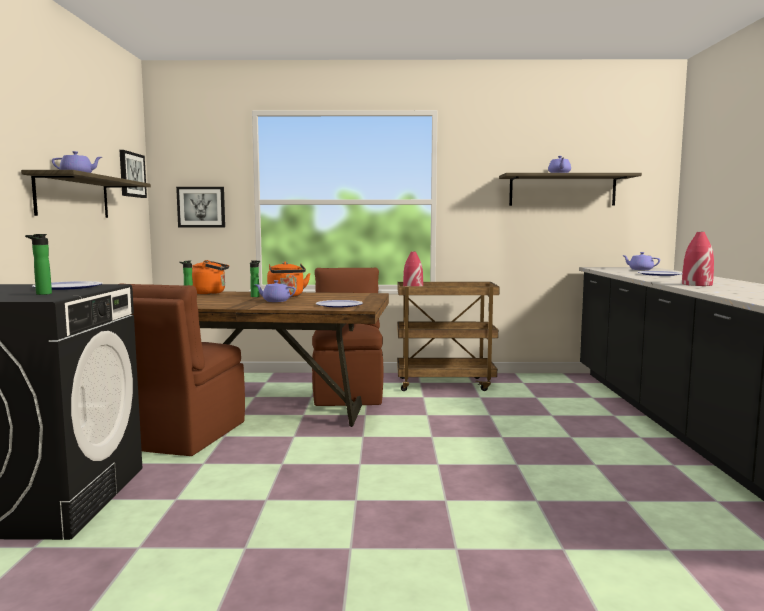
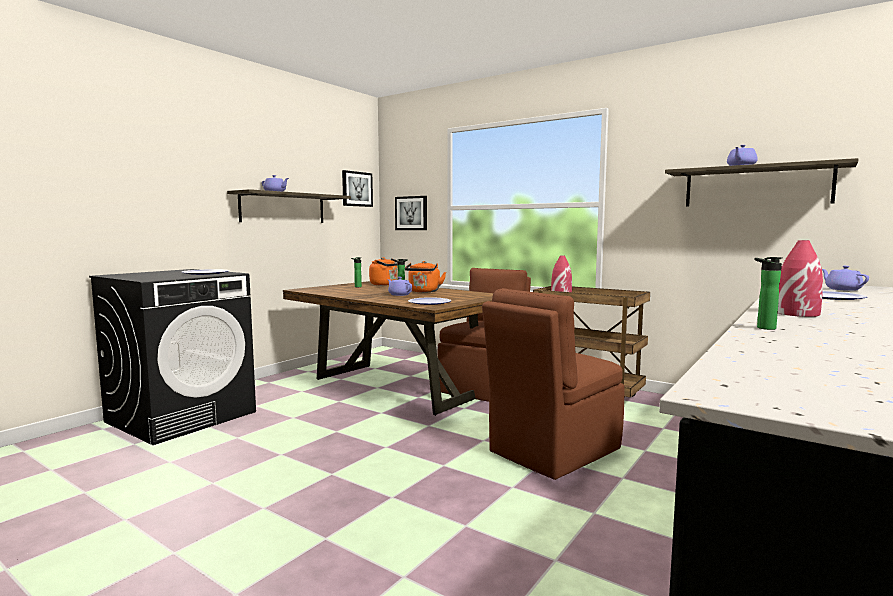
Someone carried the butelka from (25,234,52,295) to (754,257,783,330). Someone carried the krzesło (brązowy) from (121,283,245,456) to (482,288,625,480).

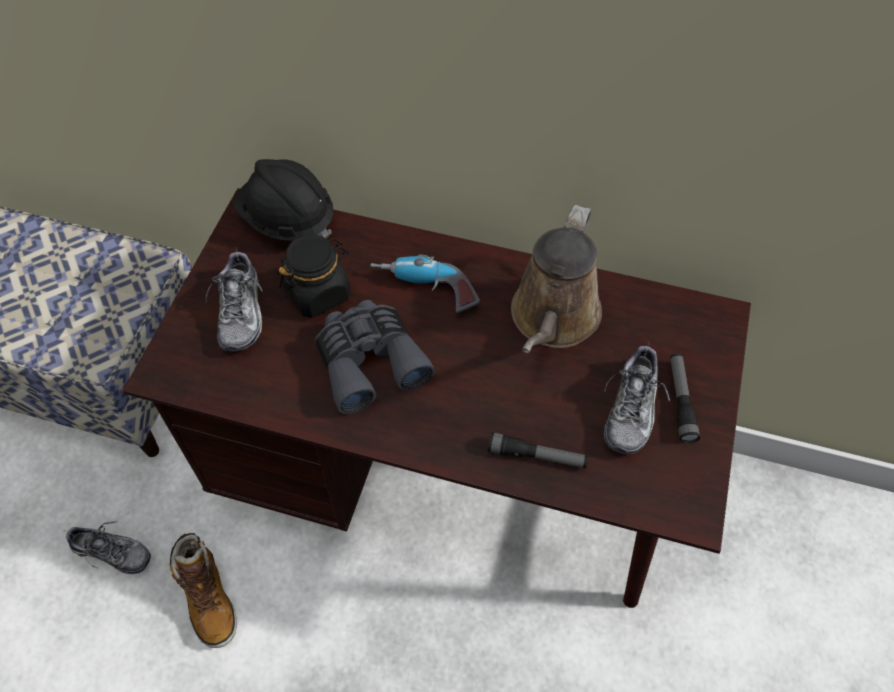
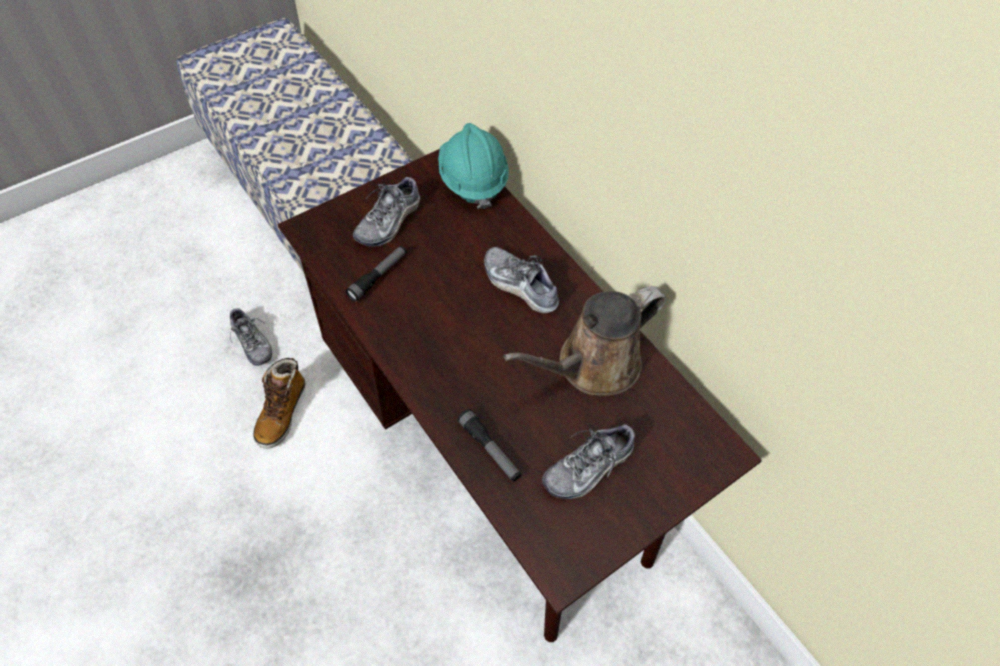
Someone repainted the kask (czarny) at (233,159,333,241), which became the kask (turkusowy) at (438,123,509,209). Someone took away the słoik (czarny) at (277,235,351,318). Someone swapped the wiertarka at (371,254,480,313) for the but at (484,247,559,313). Someone took away the lornetka (szary) at (315,300,435,414). Someone carried the latarka from (670,353,700,444) to (345,246,407,302).

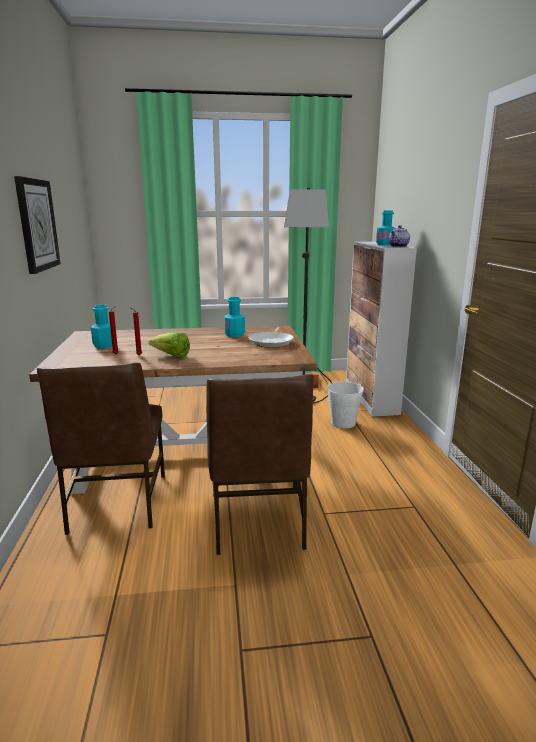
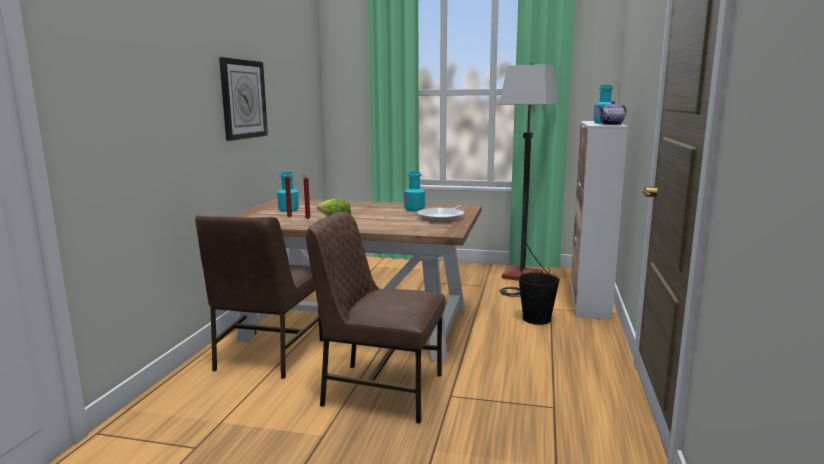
Someone rotated the krzesło (brązowy) at (206,374,314,555) by 90 degrees clockwise. Someone repainted the wiadro (biały) at (327,381,364,428), which became the wiadro (czarny) at (518,272,560,325).

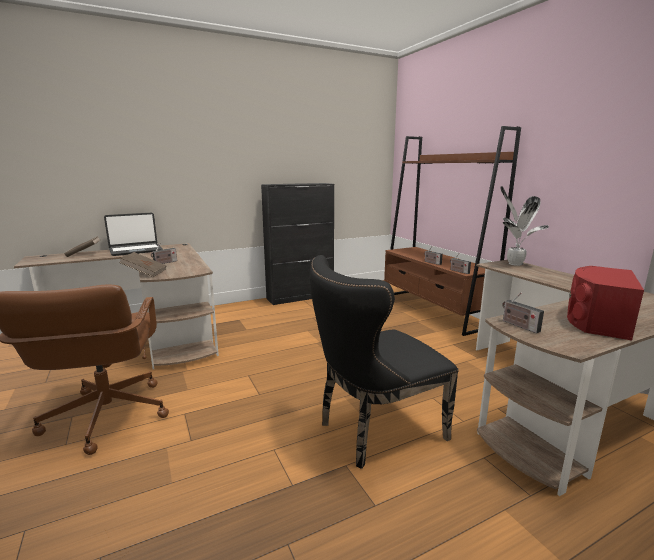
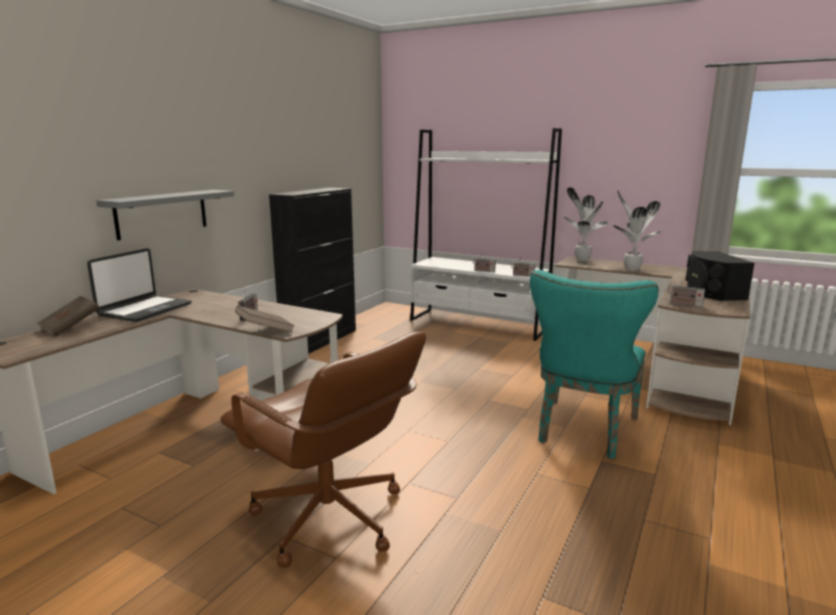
Someone repainted the regał (brązowy) at (384,126,521,336), which became the regał (biały) at (410,128,562,341). Someone repainted the krzesło (czarny) at (310,255,459,469), which became the krzesło (turkusowy) at (530,270,659,459). Someone repainted the głośnik (czerwony) at (567,266,644,341), which became the głośnik (czarny) at (686,251,755,301). Someone put up the półka (szary) at (96,190,234,240). Someone put down the roślina doniczkowa at (613,190,662,271).

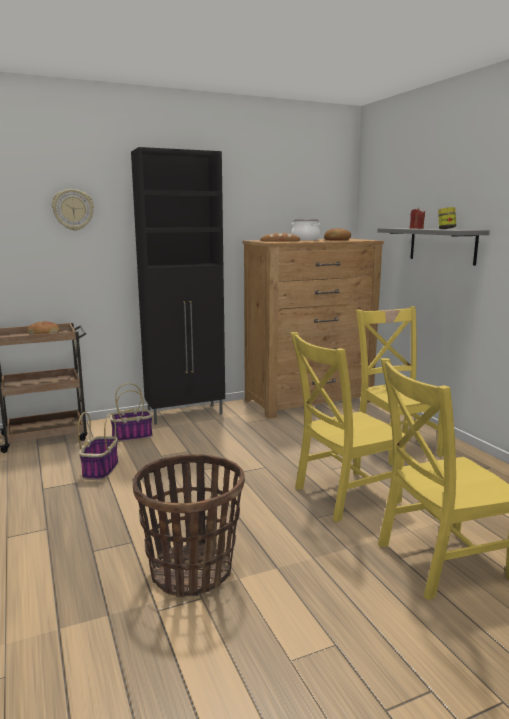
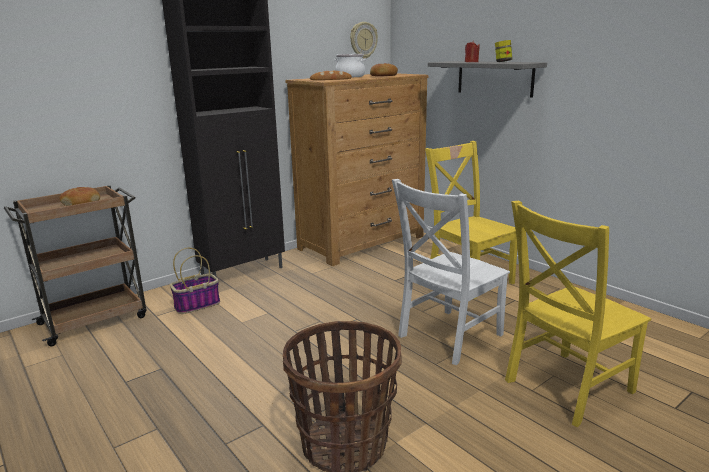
Someone carried the zegar ścienny from (52,189,94,231) to (350,22,378,59). Someone repainted the krzesło (żółty) at (291,332,406,522), which became the krzesło (biały) at (392,179,510,365). Someone took away the koszyk at (78,412,118,480).

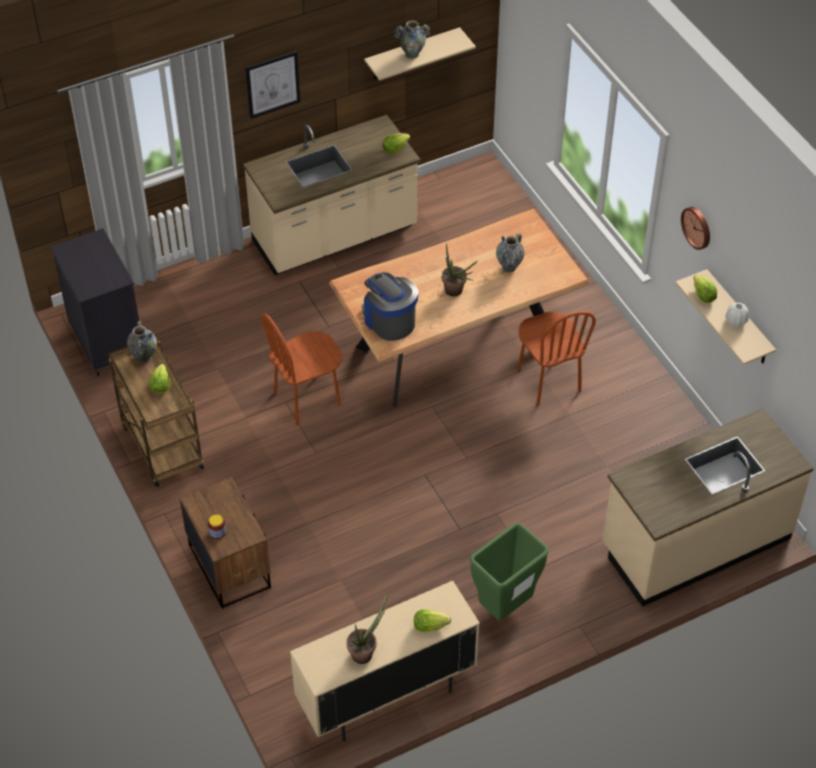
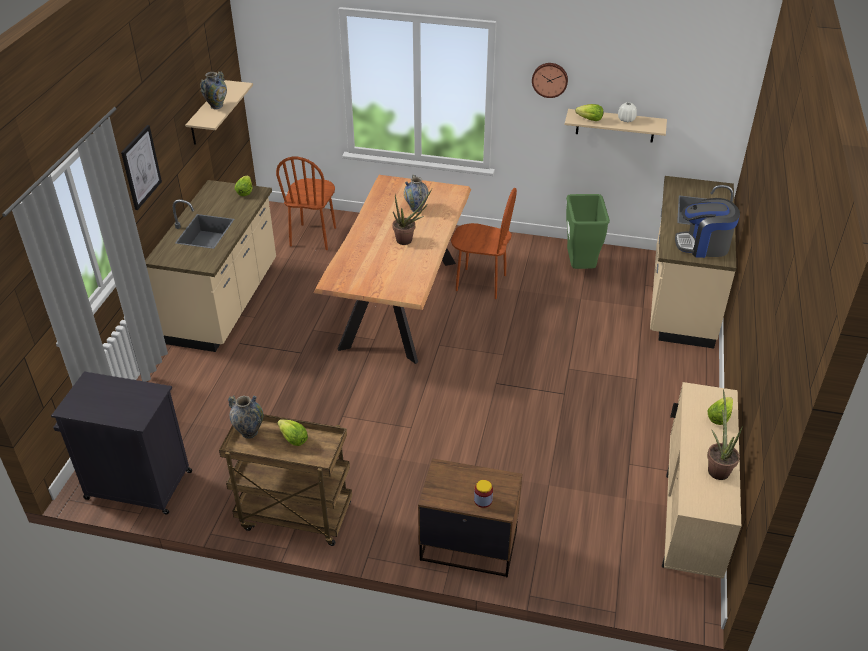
Someone carried the ekspres do kawy from (362,272,418,341) to (675,198,740,258). Someone carried the krzesło (brązowy) from (261,314,343,426) to (276,157,336,250). Someone carried the kosz na śmieci (zielony) from (470,523,549,621) to (566,194,610,269).

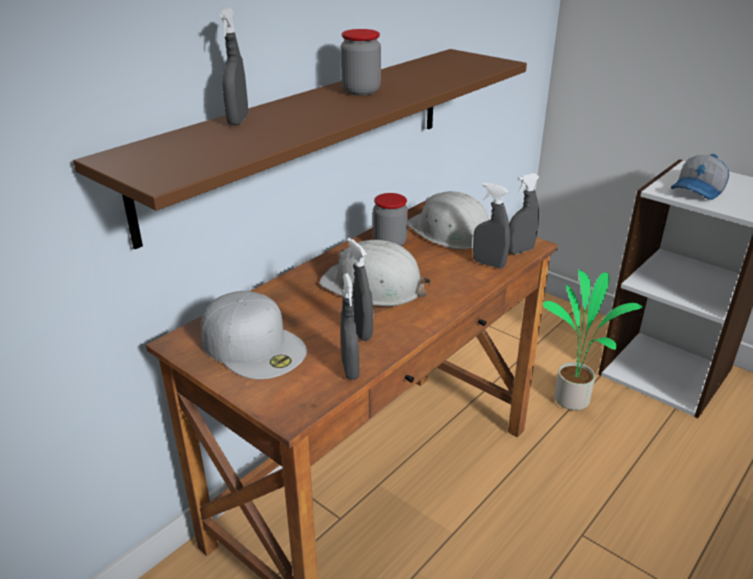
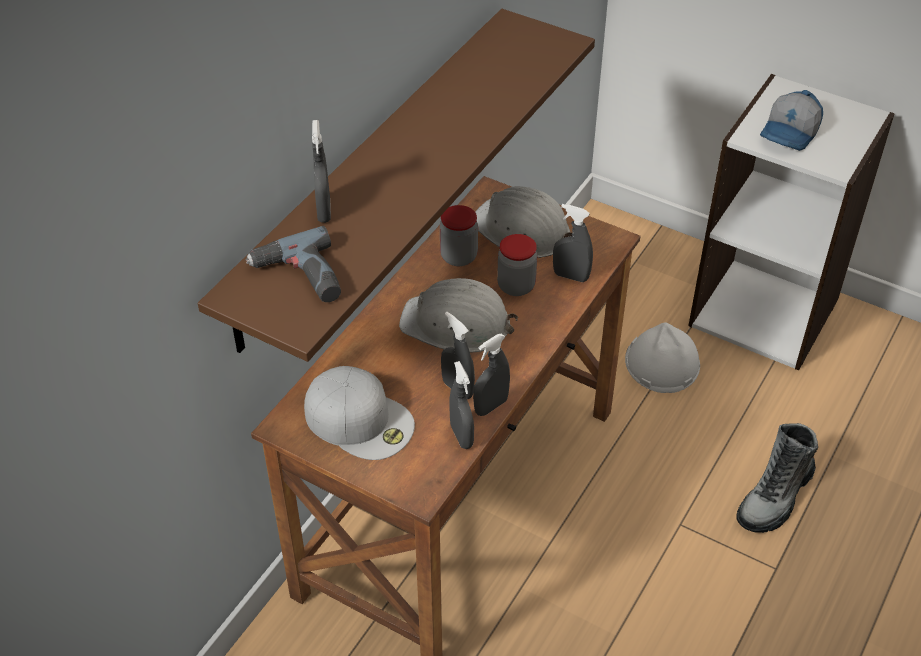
Someone carried the słoik from (341,29,381,96) to (497,234,537,296). Someone carried the spryskiwacz (szary) from (509,173,539,255) to (473,334,510,416). Someone swapped the roślina doniczkowa at (543,269,643,410) for the kask (biały) at (625,322,700,393). Someone put down the wiertarka at (245,226,341,302). Someone put down the but z cholewką at (736,423,818,533).

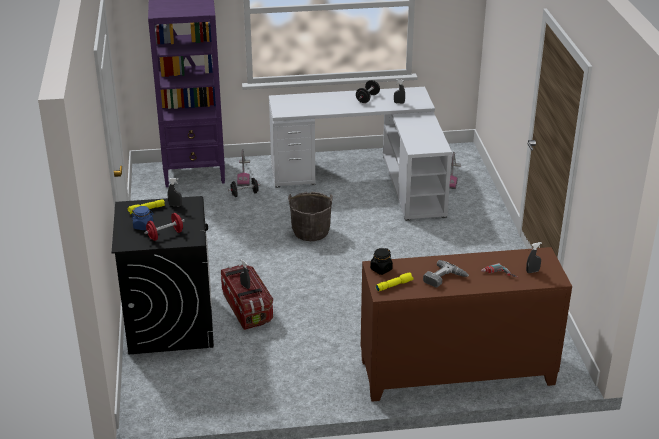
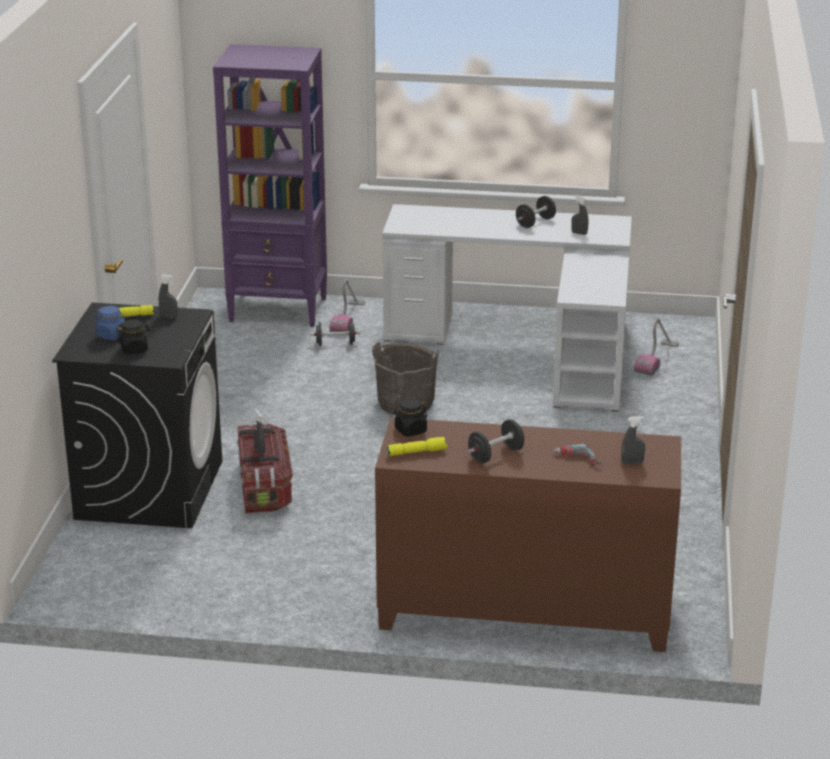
Someone swapped the hantel (czerwony) at (144,213,185,241) for the słoik (czarny) at (117,319,150,354). Someone swapped the wiertarka at (423,260,469,287) for the hantel (czarny) at (468,419,524,463).

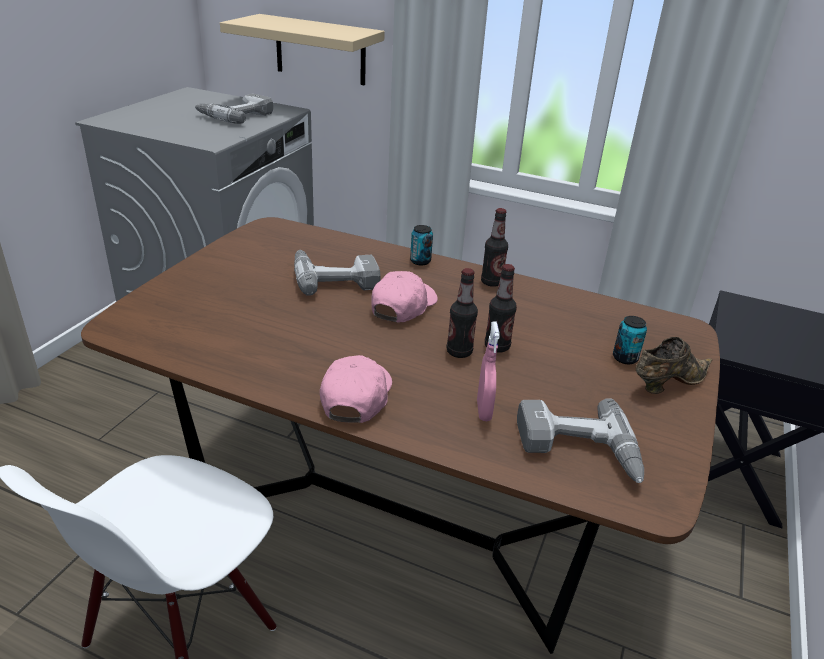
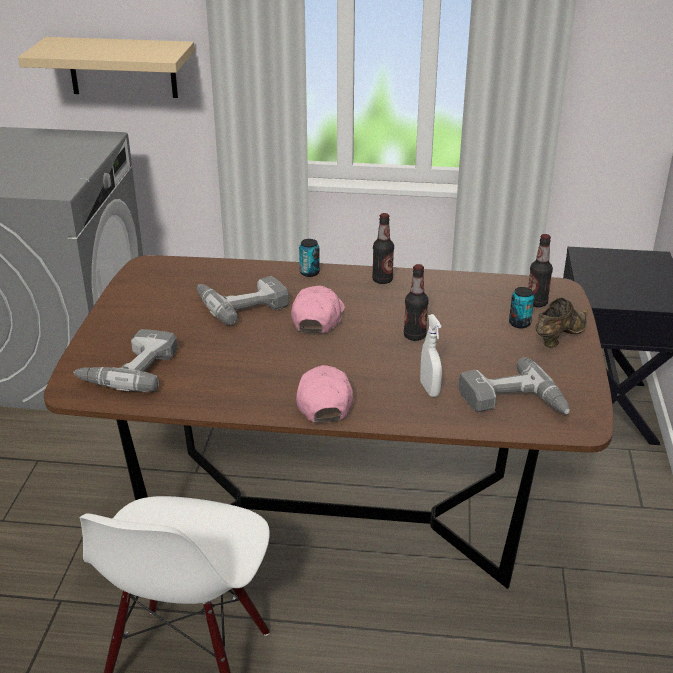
Someone carried the wiertarka from (195,94,273,124) to (73,329,178,392). Someone carried the butelka from (447,268,478,358) to (528,234,553,307). Someone repainted the spryskiwacz (różowy) at (477,322,500,421), which became the spryskiwacz (biały) at (420,314,442,397).

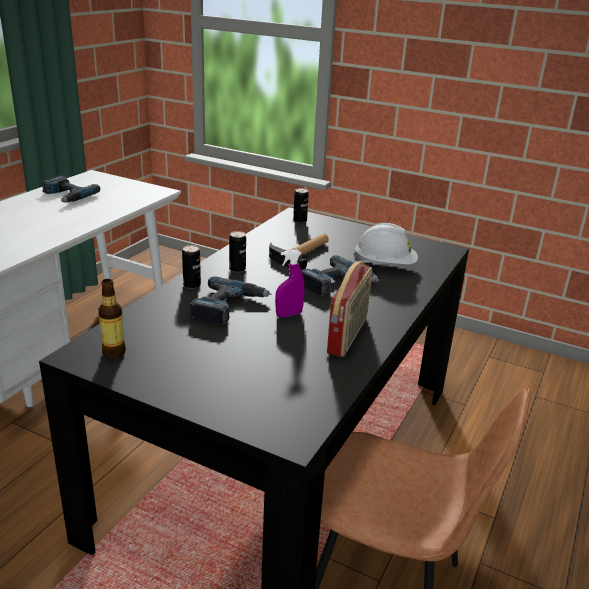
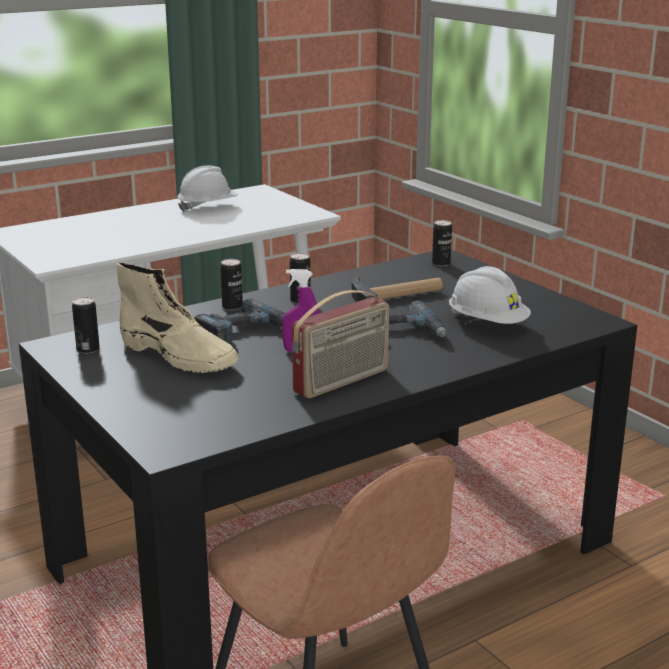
Someone swapped the wiertarka at (41,175,100,203) for the kask (biały) at (177,166,238,212). Someone swapped the butelka at (98,279,126,358) for the puszka at (72,297,100,354). Someone put down the but z cholewką (beżowy) at (117,262,239,373).

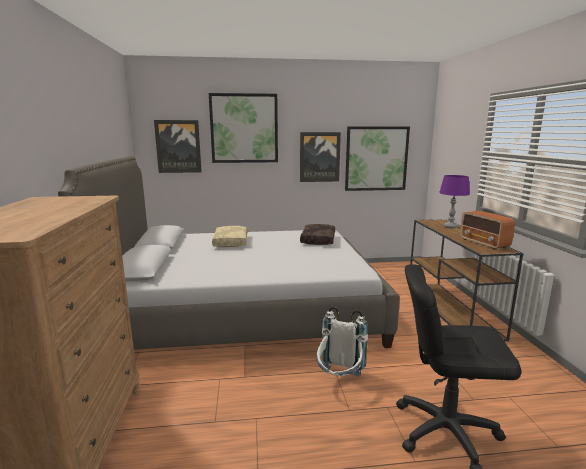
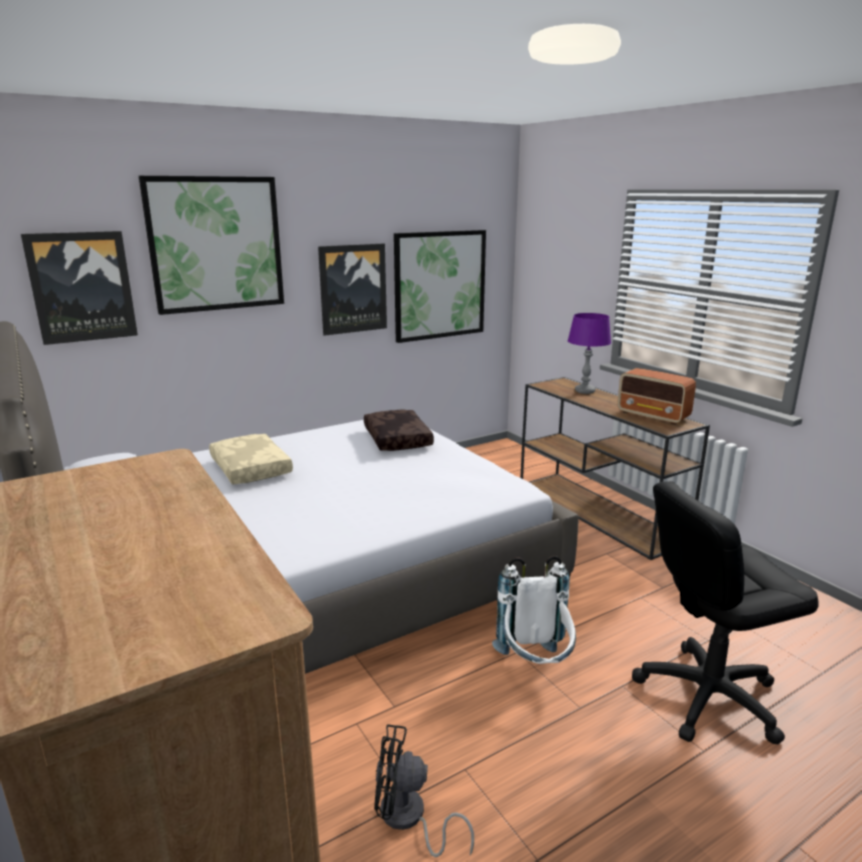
Someone put down the wentylator (czarny) at (374,724,474,857).

